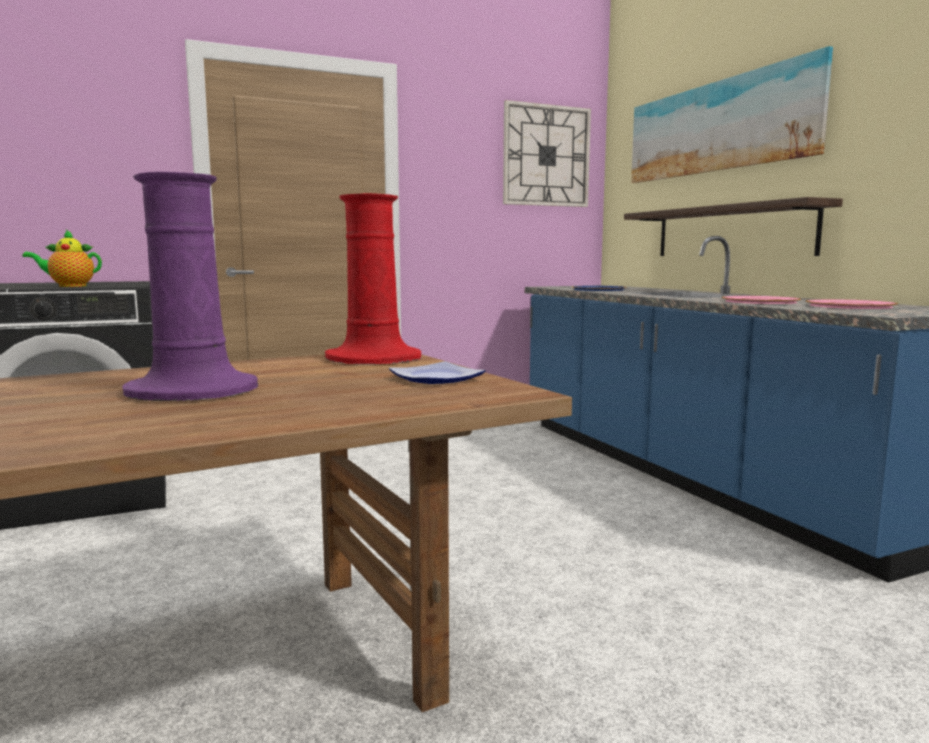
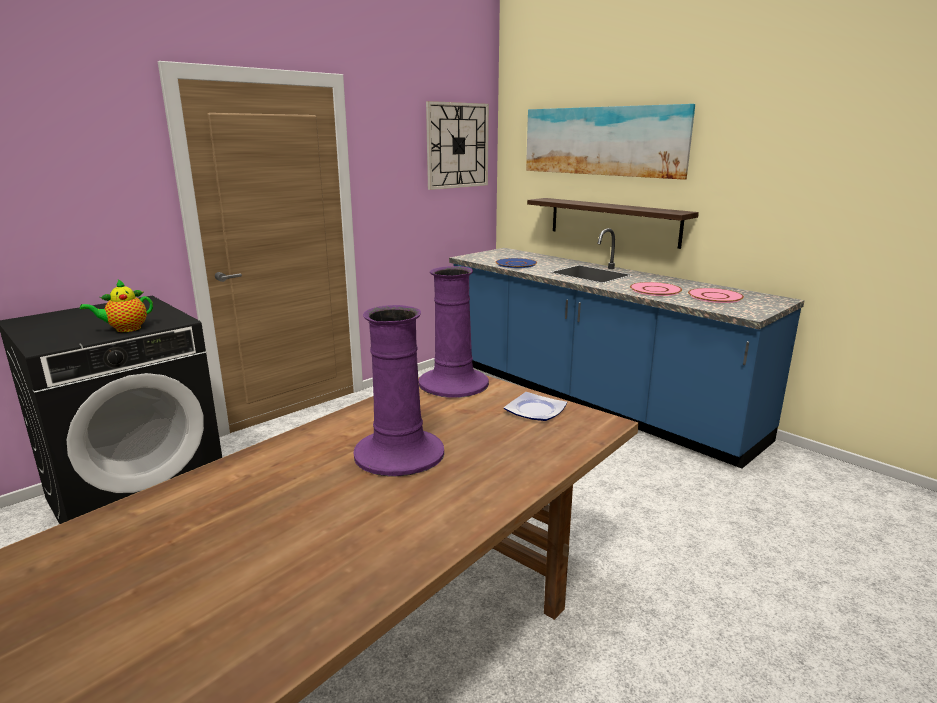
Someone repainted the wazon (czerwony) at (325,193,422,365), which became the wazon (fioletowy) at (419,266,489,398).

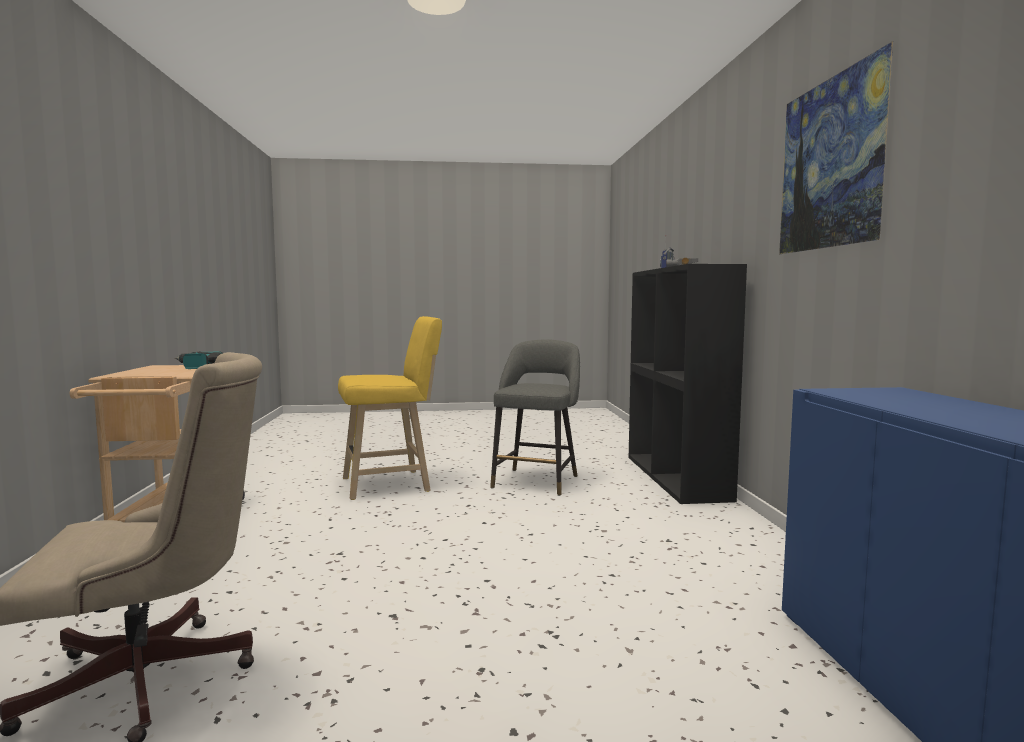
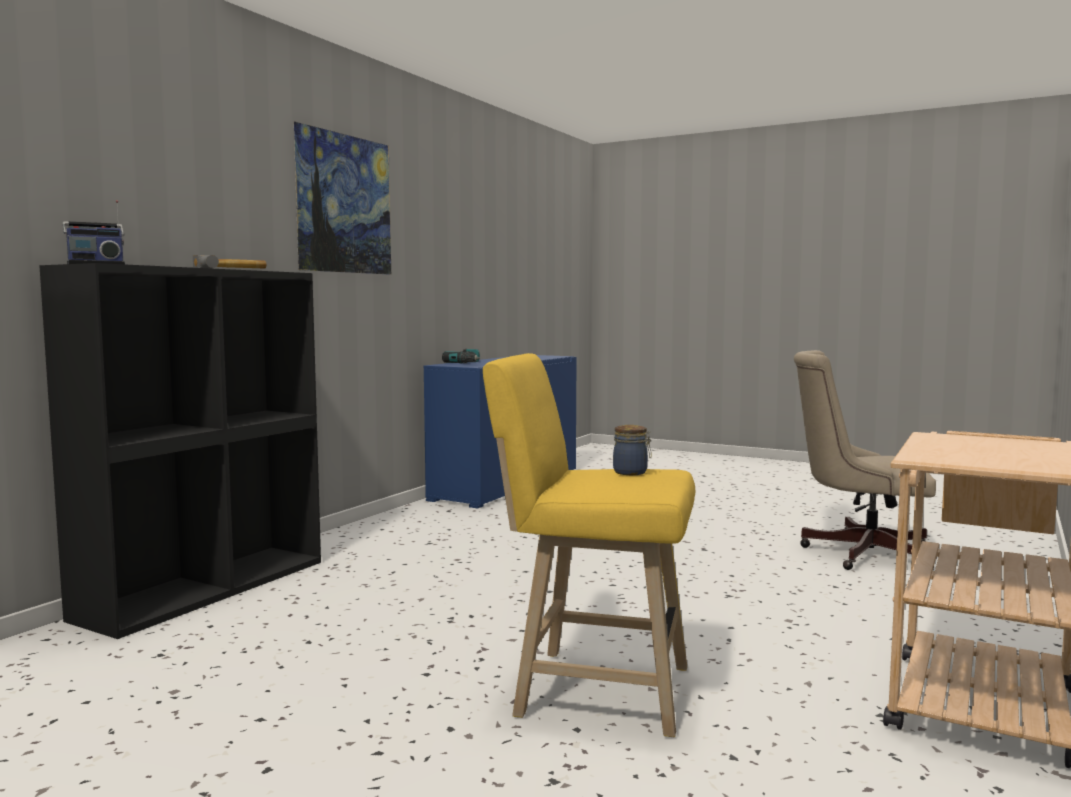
Someone took away the stołek (szary) at (490,339,580,496). Someone carried the wiertarka from (174,351,223,369) to (442,349,480,364). Someone put down the słoik at (613,425,652,475).

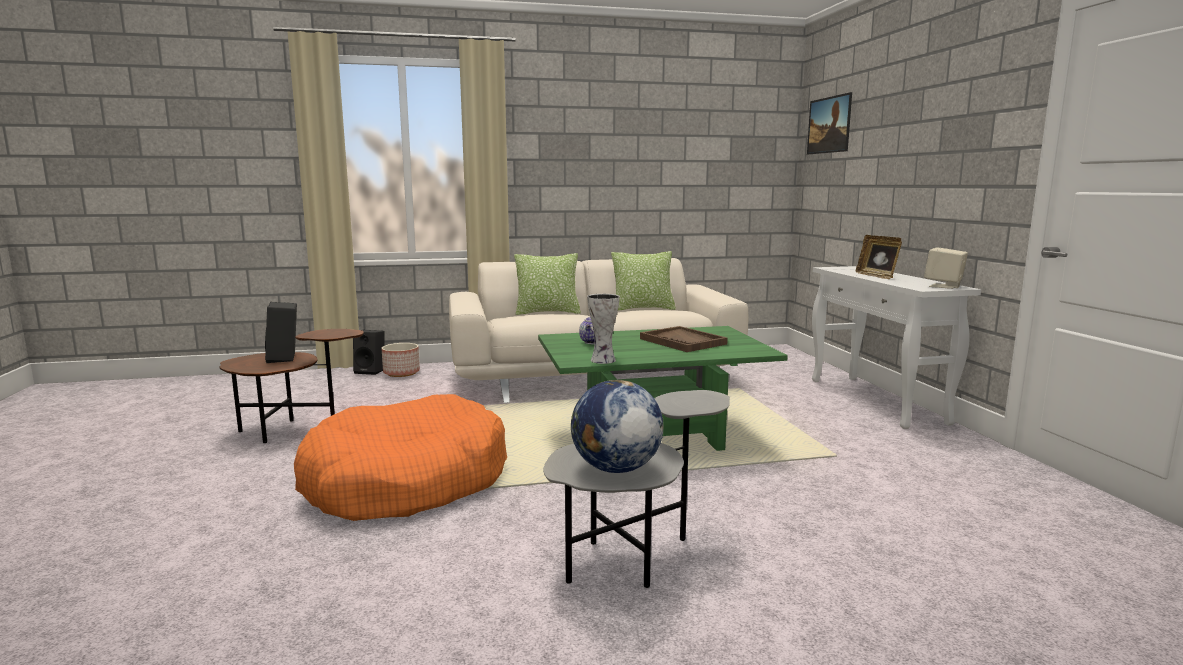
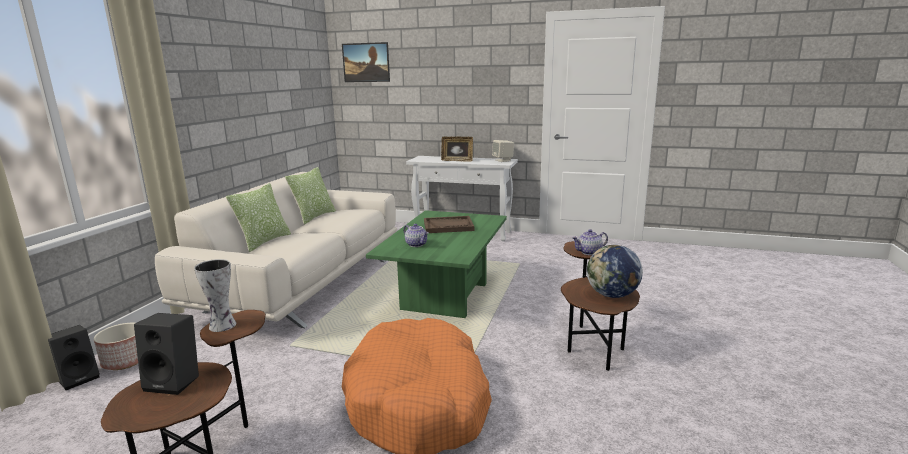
Someone carried the wazon from (587,294,620,364) to (194,259,236,332). Someone repainted the stolik (szary) at (543,390,730,588), which became the stolik (brązowy) at (561,241,640,371). Someone put down the imbryk at (572,229,608,255).

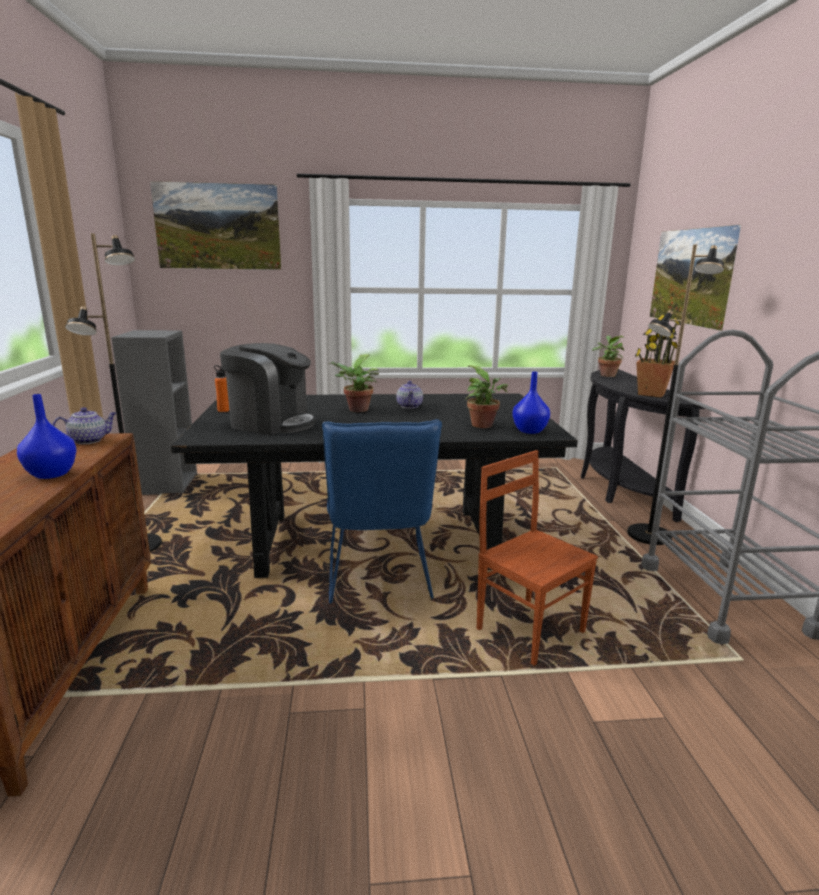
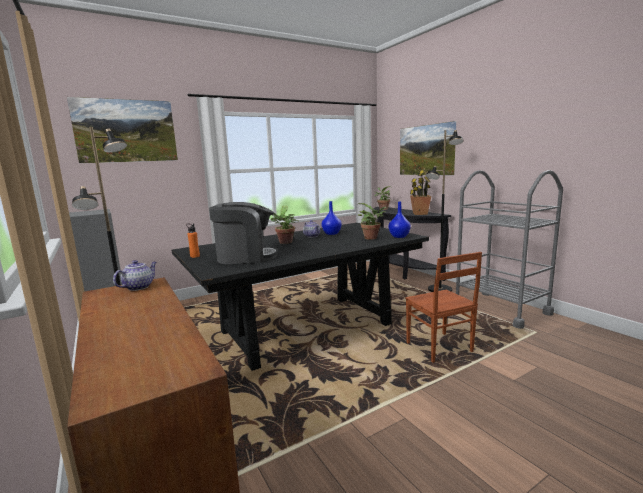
Someone carried the wazon (niebieski) from (17,394,77,479) to (322,201,342,235). Someone took away the krzesło (niebieski) at (322,419,442,604). Someone rotated the krzesło (brązowy) at (477,450,598,666) by 135 degrees counterclockwise.

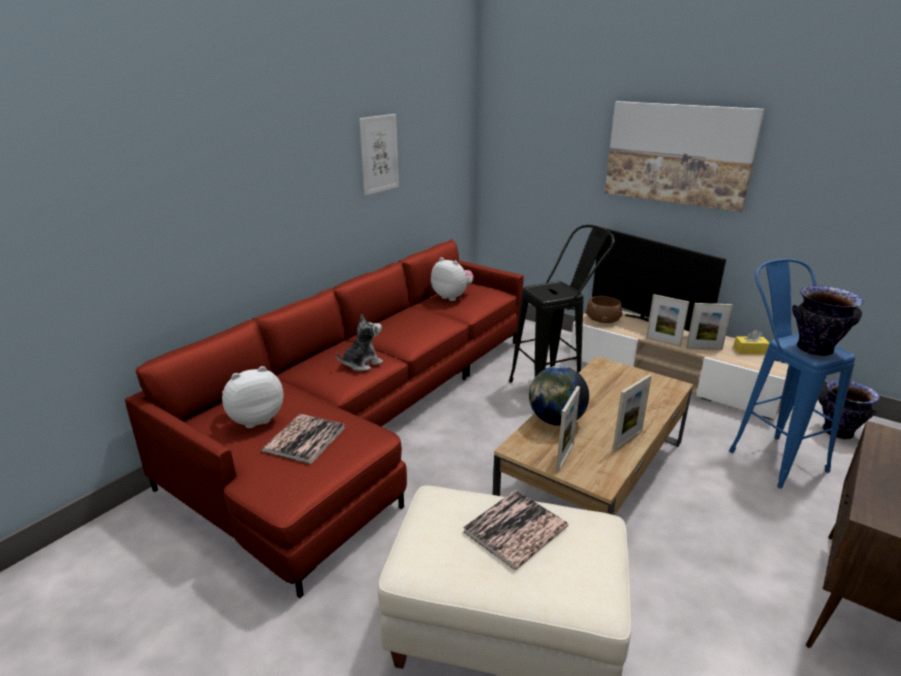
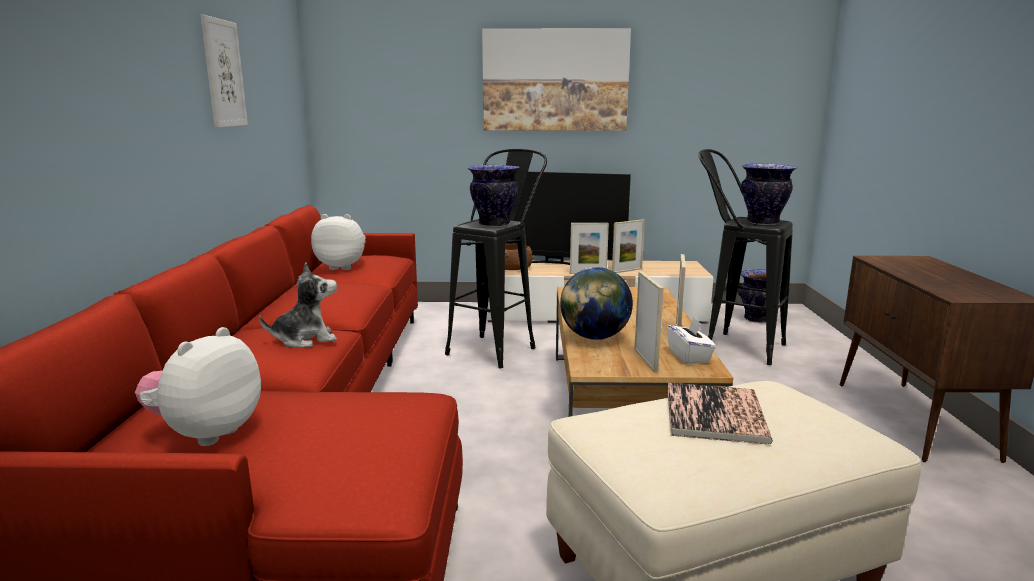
Someone repainted the stołek (niebieski) at (729,259,855,489), which became the stołek (czarny) at (698,149,793,365). Someone rotated the pluszak at (336,314,383,371) by 45 degrees clockwise. Someone took away the pudełko chusteczek (żółty) at (733,330,769,354). Someone took away the książka at (262,414,345,464). Someone put down the wazon at (468,165,520,227). Someone put down the pudełko chusteczek (biały) at (667,317,716,365).

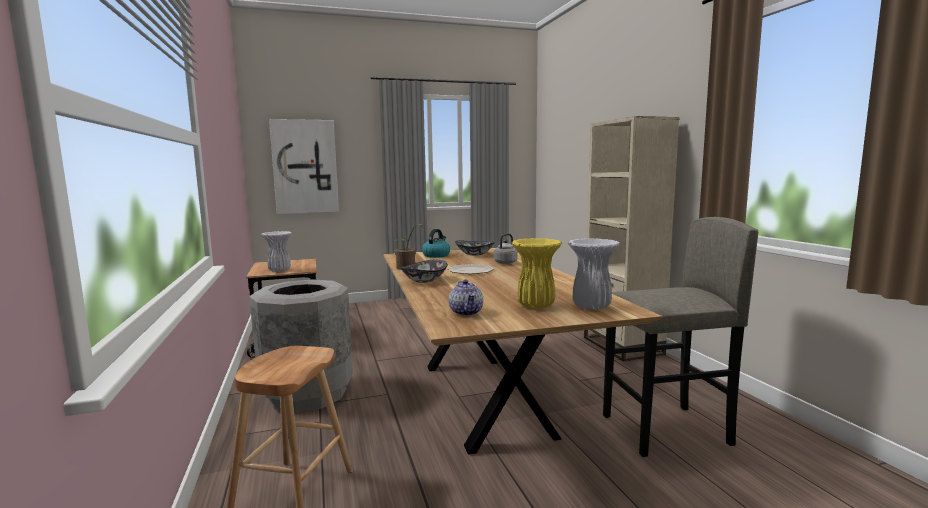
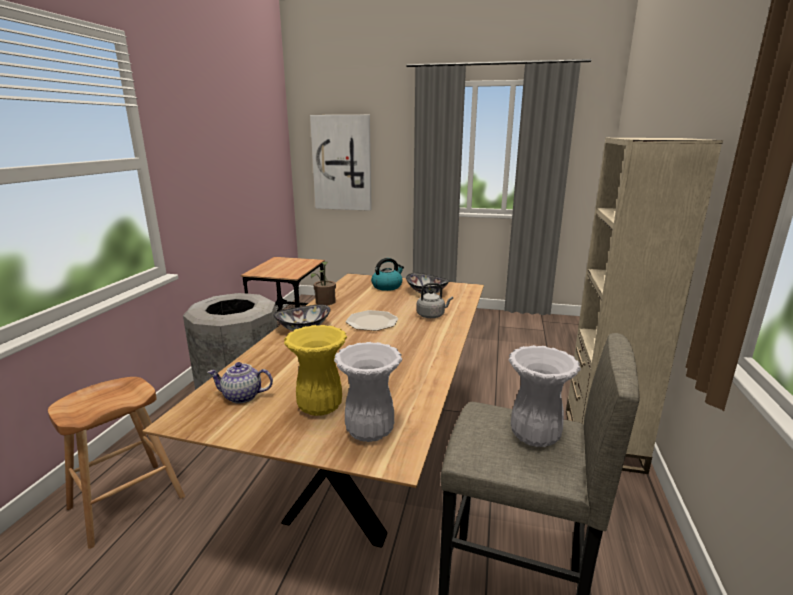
Someone carried the wazon (biały) from (261,231,292,272) to (509,345,581,447). Someone rotated the imbryk at (449,280,483,316) by 75 degrees clockwise.

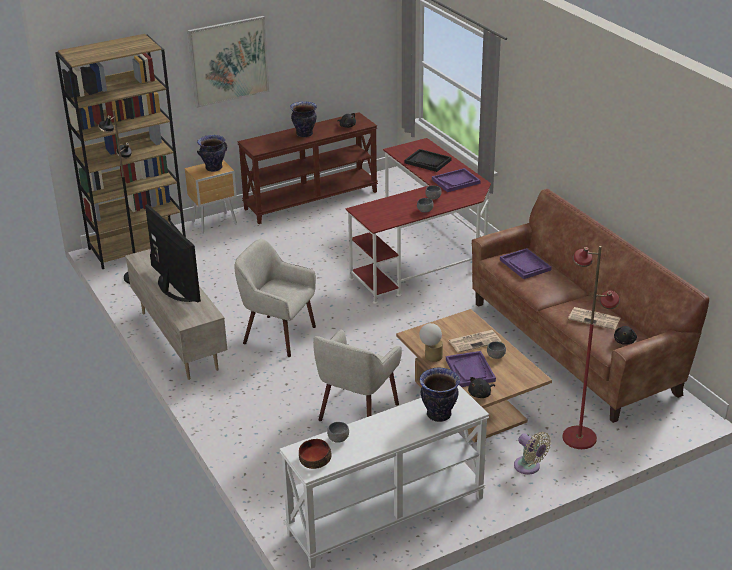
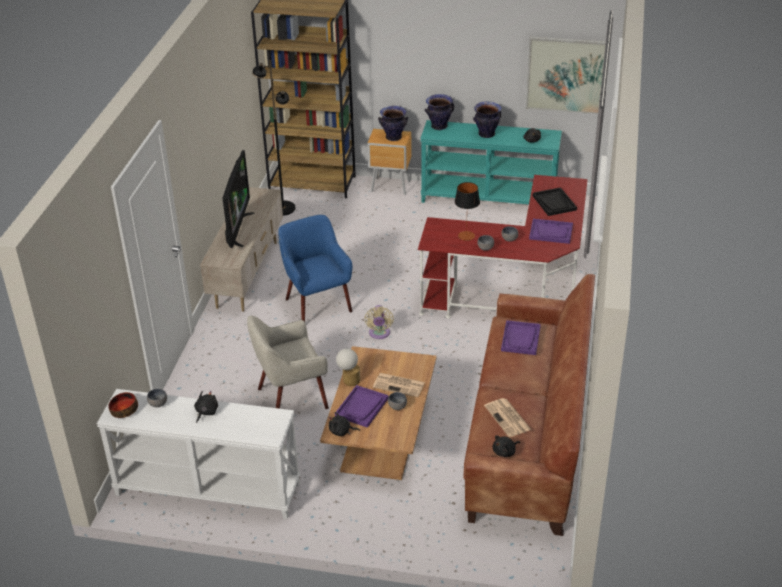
Someone carried the obraz from (188,16,269,108) to (526,37,606,114). Someone repainted the stolik konsolowy (brązowy) at (237,112,378,224), which became the stolik konsolowy (turkusowy) at (420,120,562,204). Someone repainted the fotel (beżowy) at (234,239,316,357), which became the fotel (niebieski) at (278,215,353,322). Someone took away the lampa stojąca (czerwony) at (562,246,620,449). Someone carried the wazon from (420,368,460,422) to (425,94,454,130). Someone carried the wentylator (beżowy) from (514,432,551,475) to (364,305,394,339). Someone put down the lampa stołowa at (455,182,480,241). Someone put down the pluszak (czarny) at (194,391,218,423).

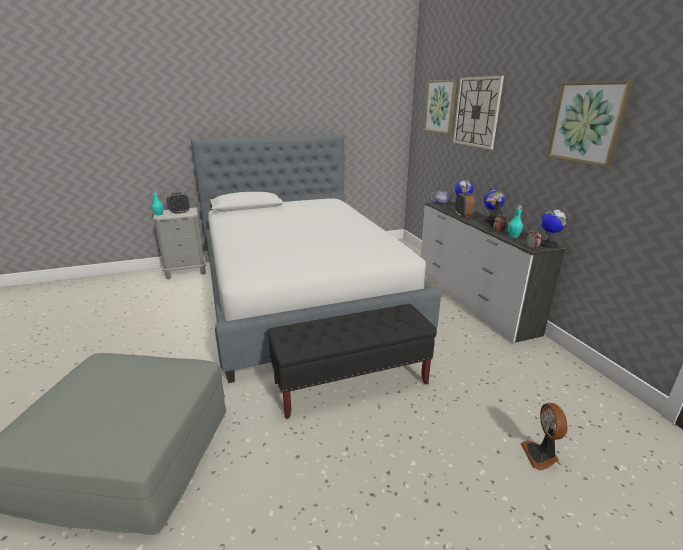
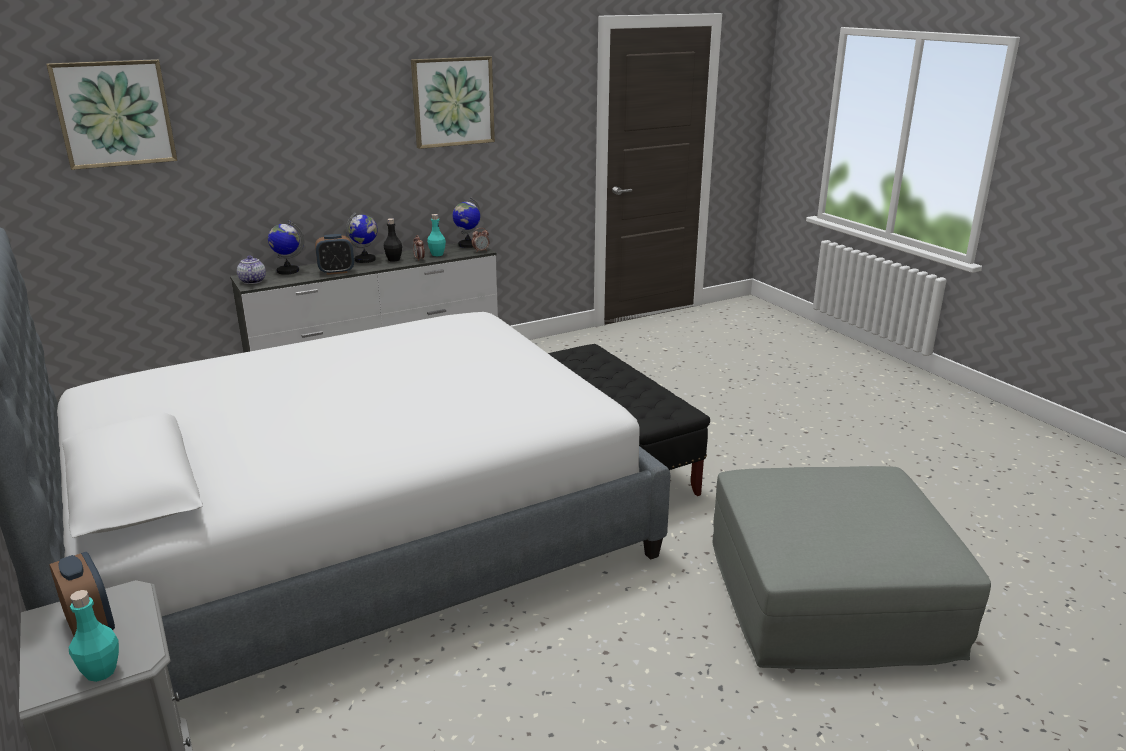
Someone took away the zegar ścienny at (453,76,504,150). Someone took away the wentylator at (521,403,568,470).

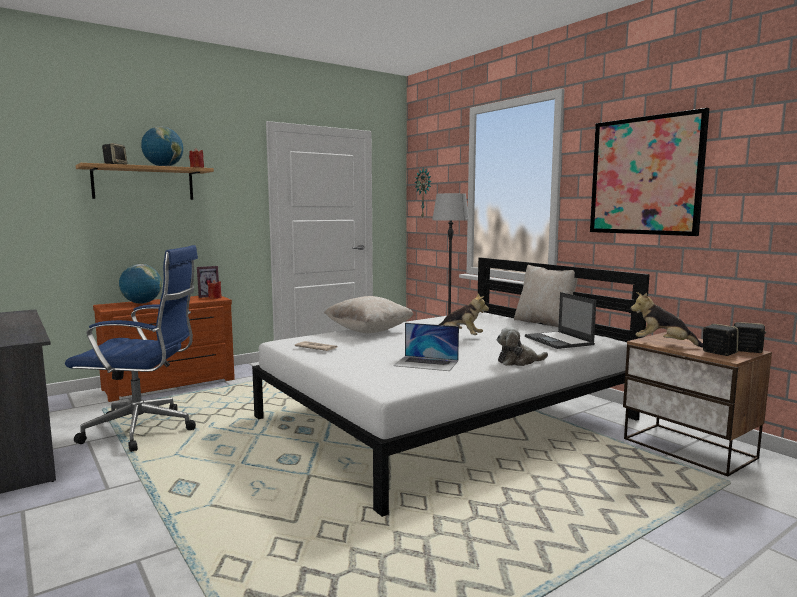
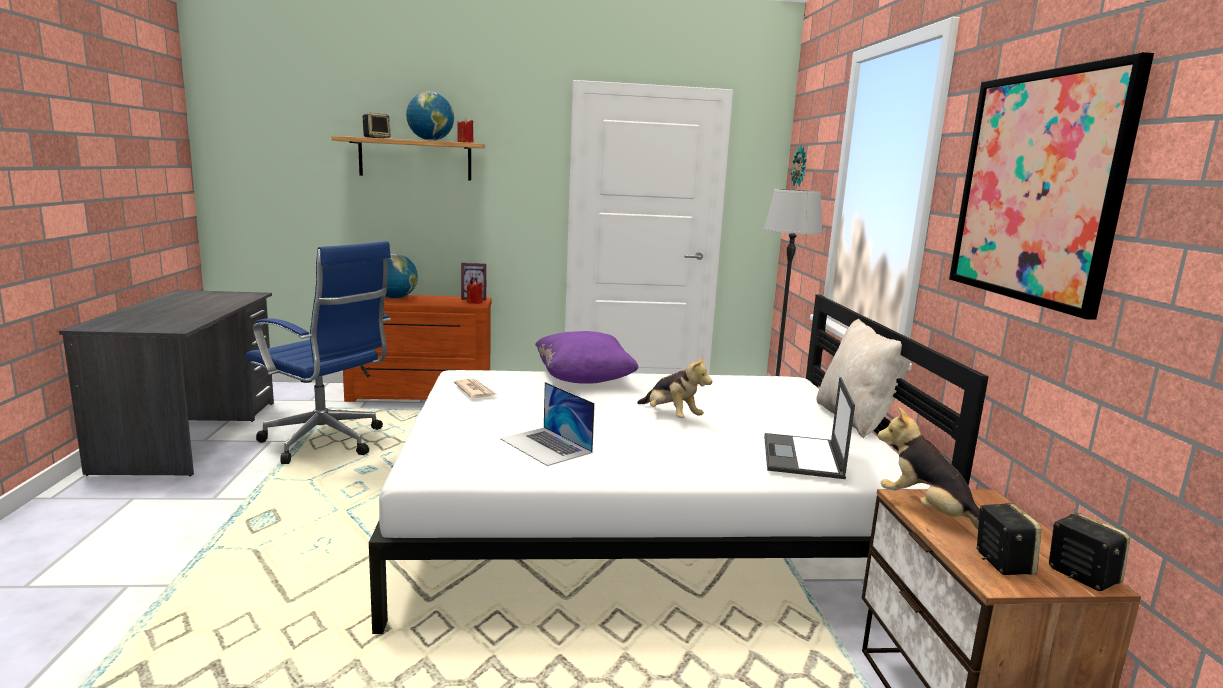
Someone repainted the poduszka (beżowy) at (324,296,414,333), which became the poduszka (fioletowy) at (535,331,639,384). Someone took away the pluszak at (496,327,548,366).

